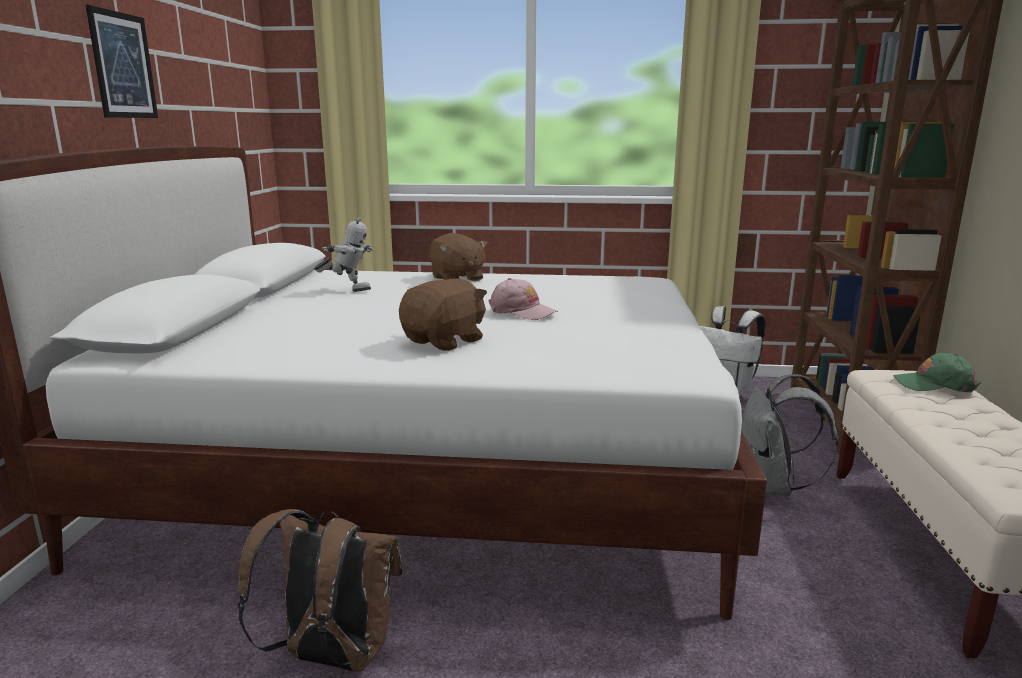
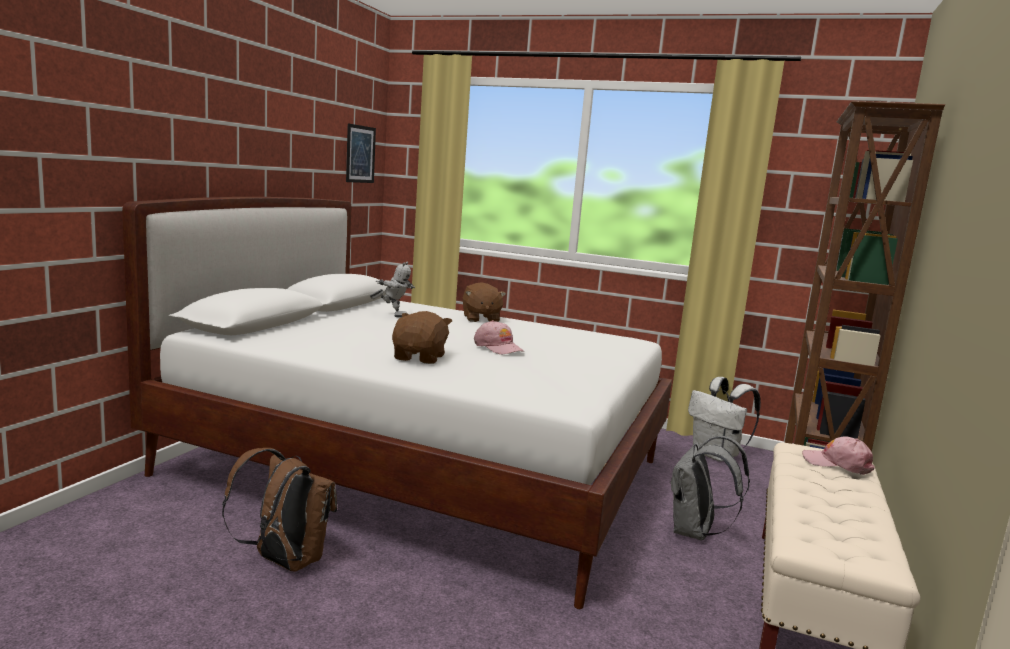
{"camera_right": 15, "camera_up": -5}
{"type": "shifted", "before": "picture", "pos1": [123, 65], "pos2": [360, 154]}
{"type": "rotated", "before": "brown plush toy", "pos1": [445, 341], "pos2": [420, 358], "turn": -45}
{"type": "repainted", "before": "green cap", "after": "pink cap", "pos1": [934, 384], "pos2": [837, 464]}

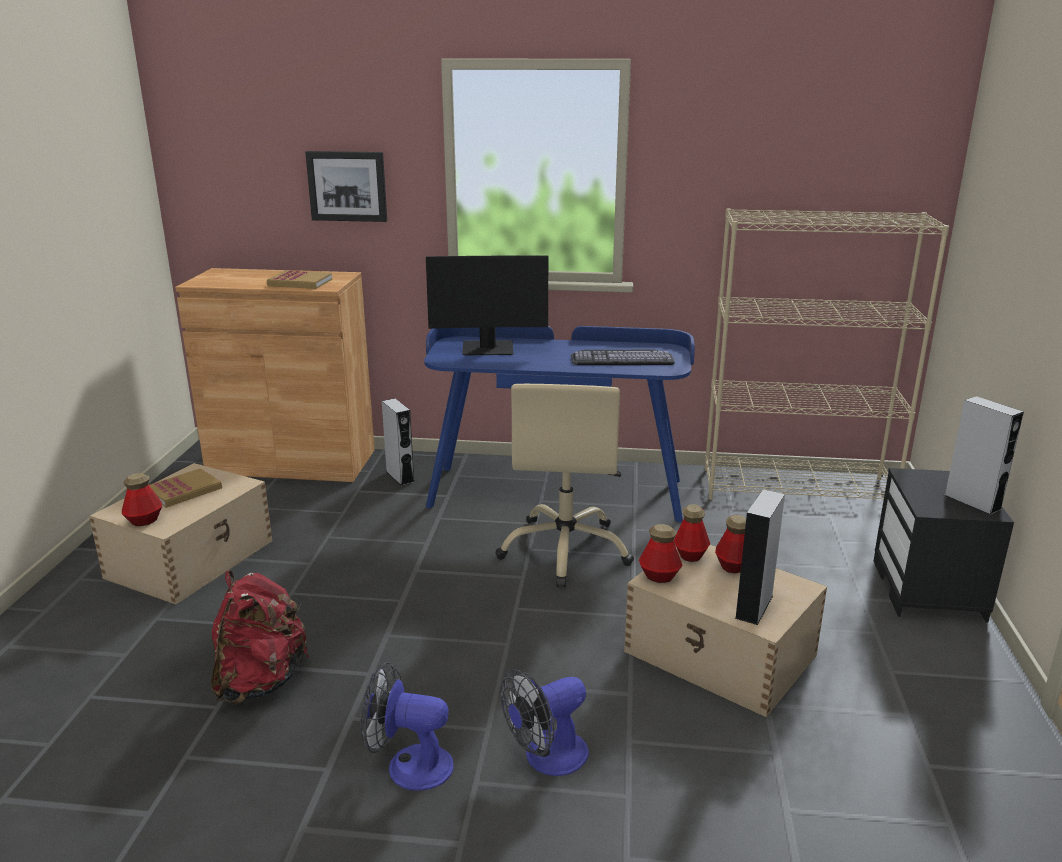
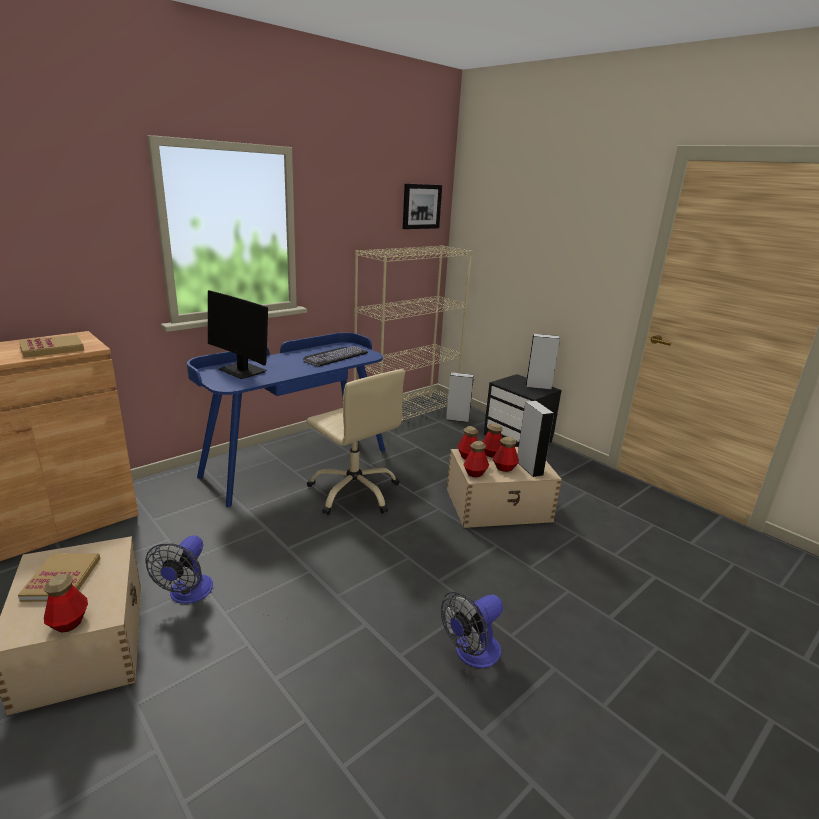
{"camera_right": -50, "camera_up": 0}
{"type": "gone", "before": "red backpack", "pos1": [260, 681]}
{"type": "shifted", "before": "picture", "pos1": [347, 186], "pos2": [421, 206]}
{"type": "shifted", "before": "grey speaker", "pos1": [400, 476], "pos2": [457, 419]}
{"type": "rotated", "before": "monitor", "pos1": [488, 349], "pos2": [242, 371], "turn": 90}
{"type": "shifted", "before": "fan", "pos1": [546, 758], "pos2": [187, 594]}
{"type": "new", "after": "bottle", "pos2": [504, 468]}

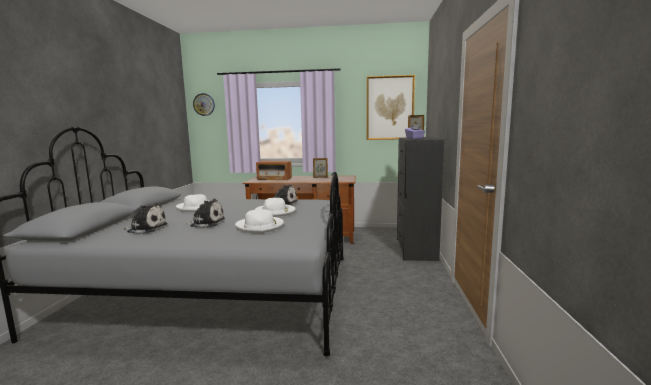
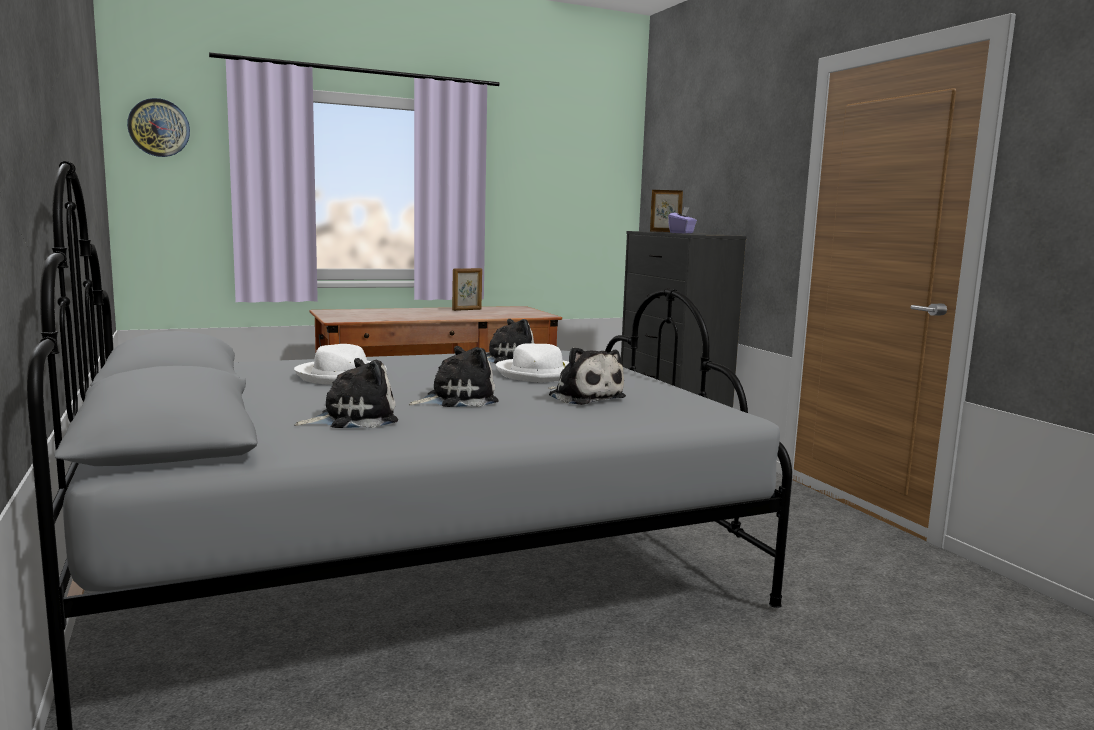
{"camera_right": -30, "camera_up": 0}
{"type": "swapped", "before": "white hat", "after": "plush toy", "pos1": [260, 227], "pos2": [584, 397]}
{"type": "gone", "before": "radio", "pos1": [274, 179]}
{"type": "gone", "before": "picture", "pos1": [390, 108]}

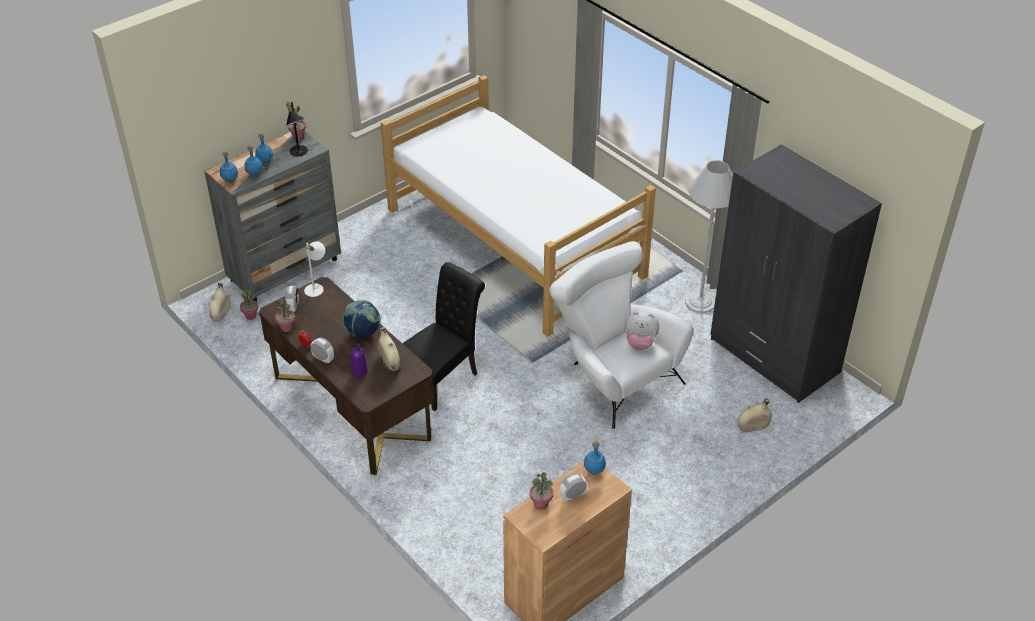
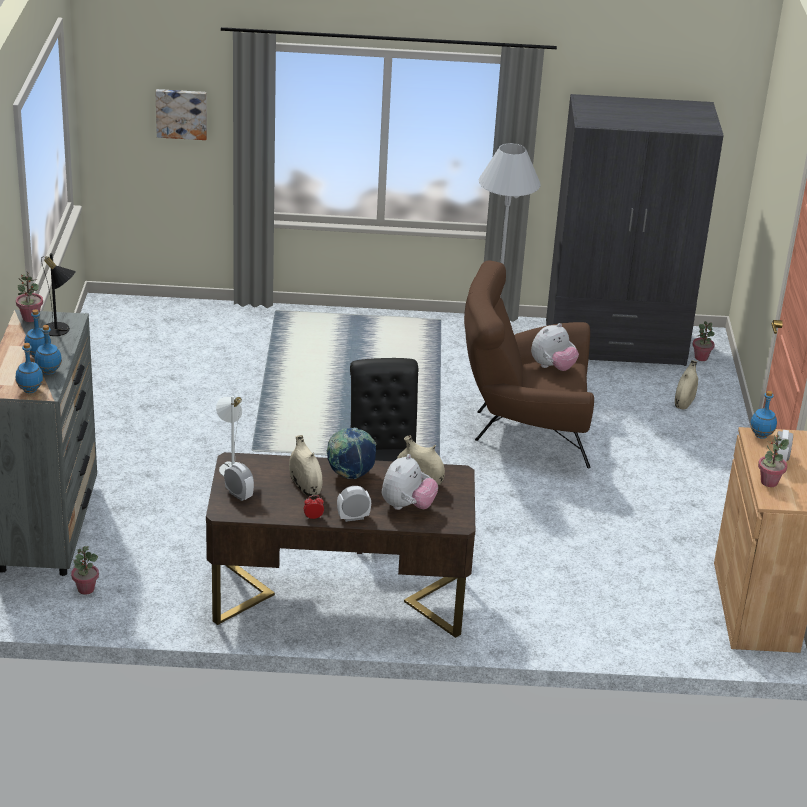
{"camera_right": -50, "camera_up": -10}
{"type": "shifted", "before": "beige vase", "pos1": [221, 313], "pos2": [305, 486]}
{"type": "shifted", "before": "potted plant", "pos1": [287, 327], "pos2": [701, 357]}
{"type": "swapped", "before": "purple bottle", "after": "plush toy", "pos1": [359, 372], "pos2": [407, 506]}
{"type": "gone", "before": "bed", "pos1": [514, 241]}
{"type": "repainted", "before": "white armchair", "after": "brown armchair", "pos1": [614, 376], "pos2": [523, 429]}
{"type": "new", "after": "picture", "pos2": [181, 113]}

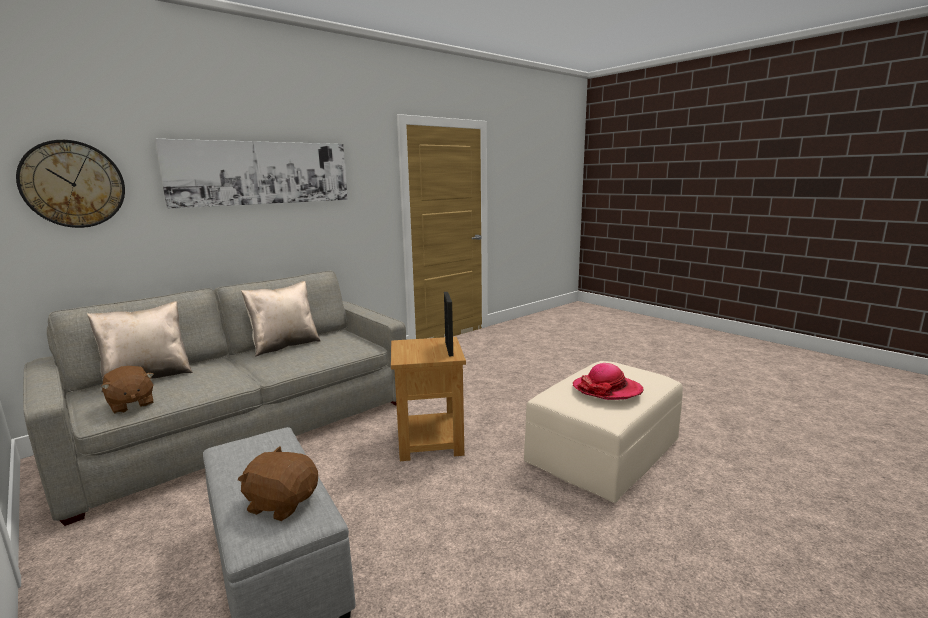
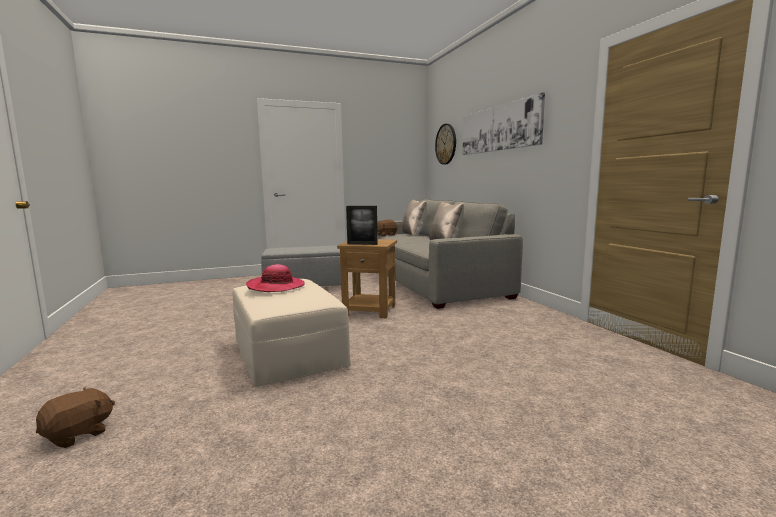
{"camera_right": 110, "camera_up": -5}
{"type": "shifted", "before": "brown plush toy", "pos1": [282, 503], "pos2": [78, 434]}

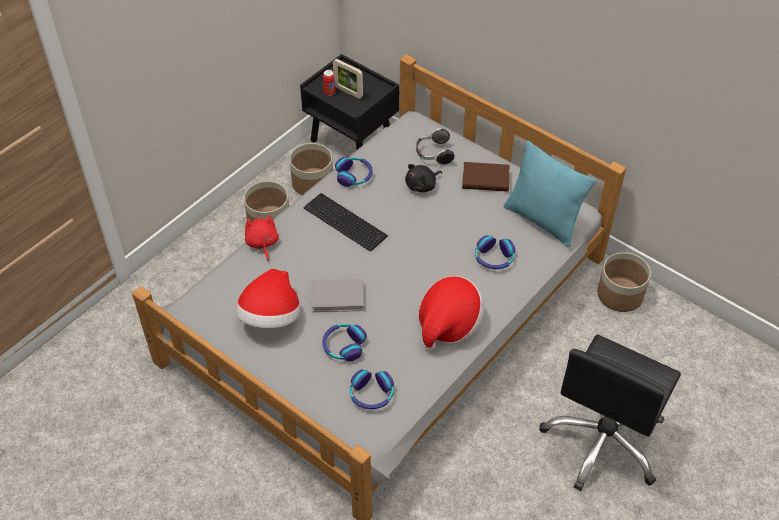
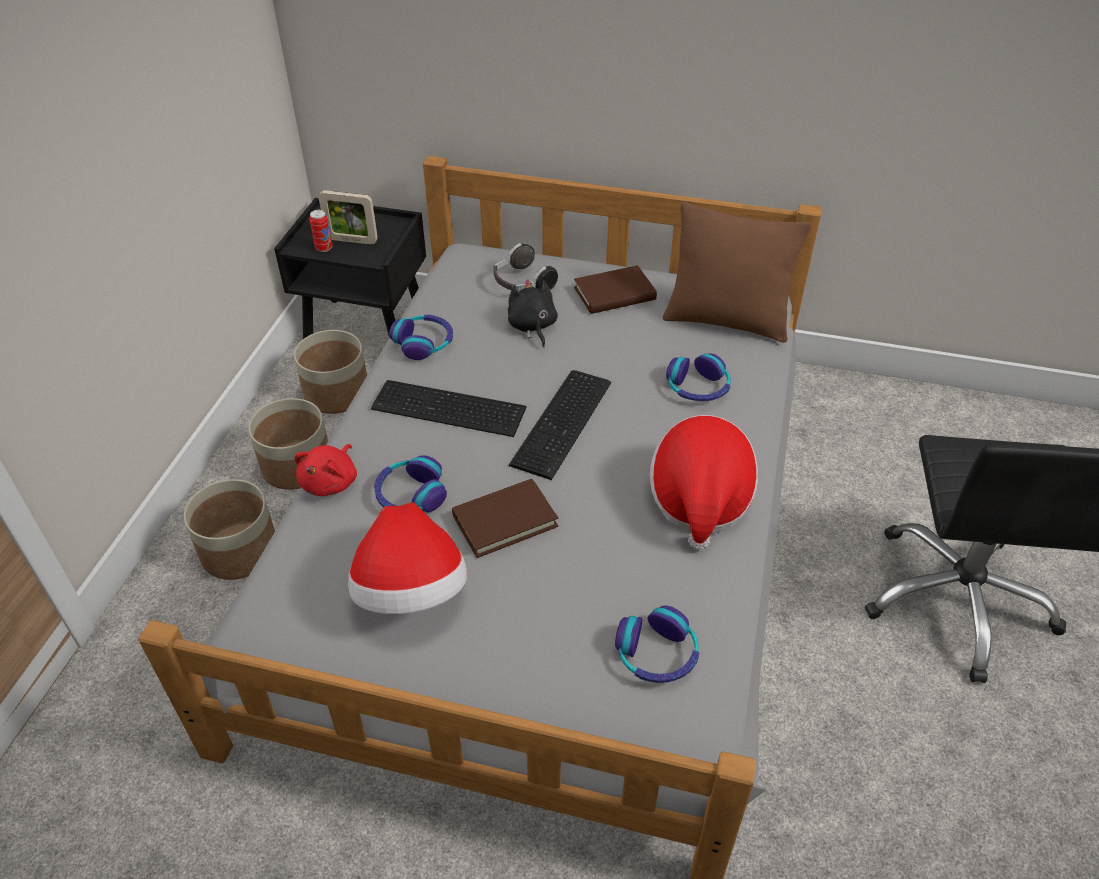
{"camera_right": -25, "camera_up": -5}
{"type": "rotated", "before": "red plush toy", "pos1": [262, 243], "pos2": [331, 482], "turn": -120}
{"type": "repainted", "before": "grey book", "after": "brown book", "pos1": [337, 297], "pos2": [505, 521]}
{"type": "shifted", "before": "headphones", "pos1": [343, 346], "pos2": [410, 494]}
{"type": "rotated", "before": "black plush toy", "pos1": [422, 185], "pos2": [532, 327], "turn": 135}
{"type": "repainted", "before": "turquoise pillow", "after": "brown pillow", "pos1": [542, 221], "pos2": [726, 321]}
{"type": "shifted", "before": "planter", "pos1": [620, 295], "pos2": [240, 551]}
{"type": "new", "after": "keyboard", "pos2": [565, 422]}

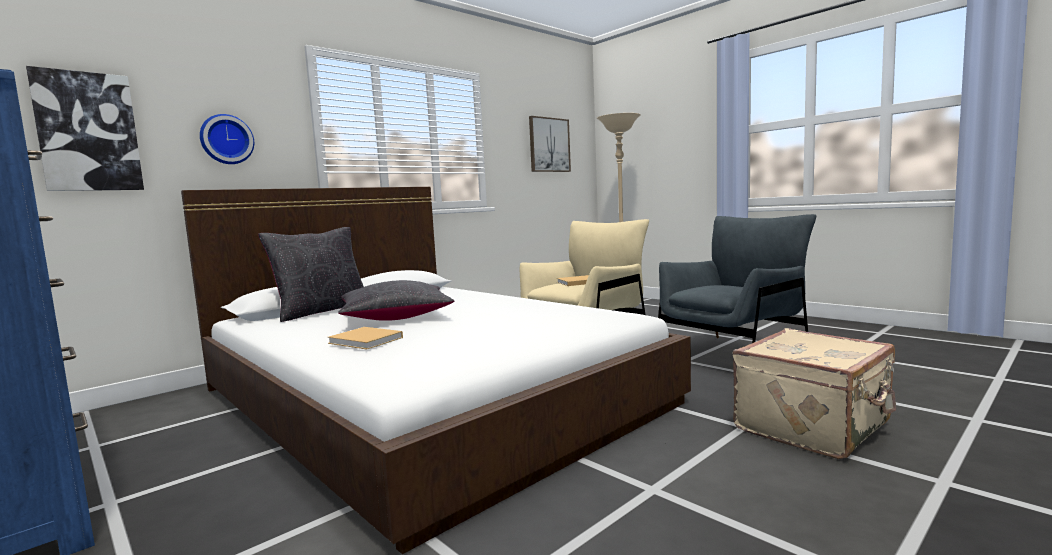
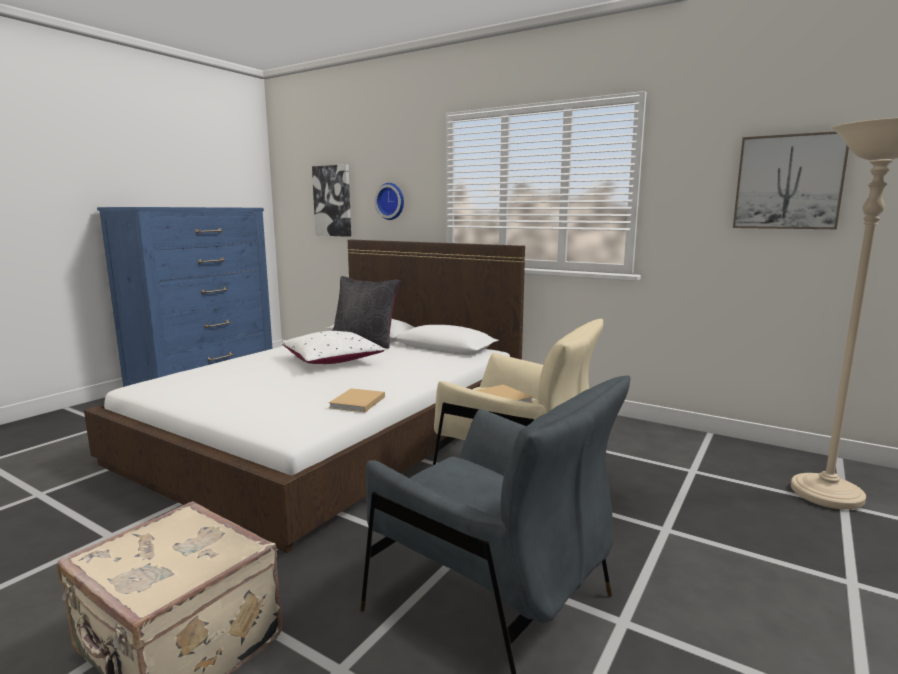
{"camera_right": 75, "camera_up": 5}
{"type": "shifted", "before": "beige book", "pos1": [367, 340], "pos2": [356, 403]}
{"type": "repainted", "before": "black pillow", "after": "white pillow", "pos1": [396, 317], "pos2": [332, 361]}

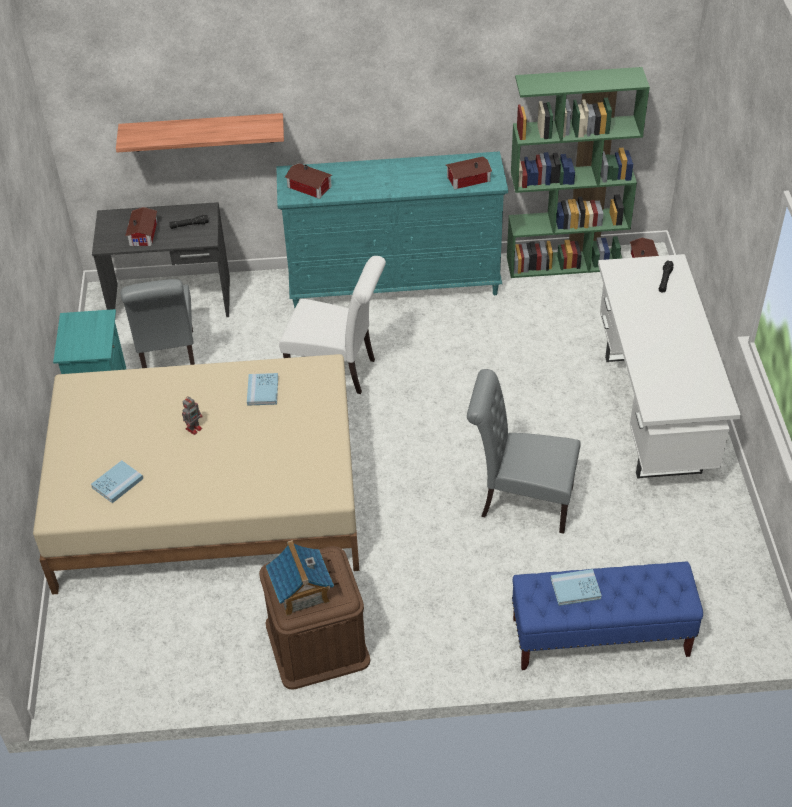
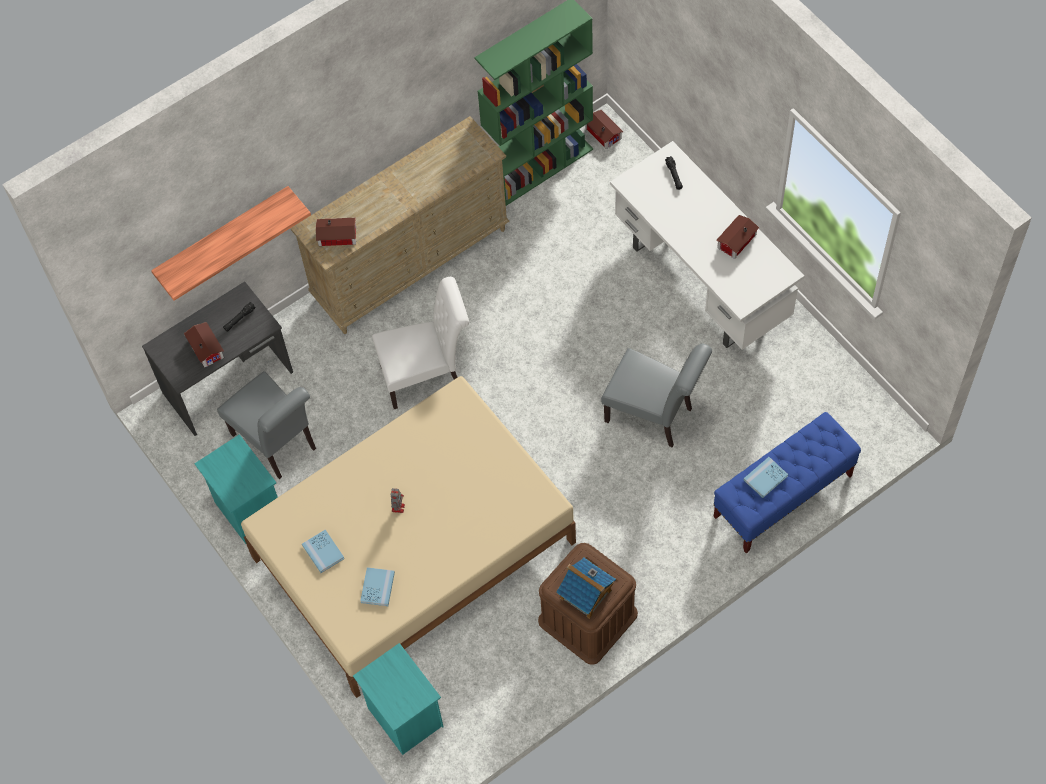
{"camera_right": -30, "camera_up": 15}
{"type": "shifted", "before": "blue book", "pos1": [262, 390], "pos2": [323, 552]}
{"type": "repainted", "before": "turquoise dresser", "after": "beige dresser", "pos1": [395, 284], "pos2": [411, 263]}
{"type": "shifted", "before": "toy house", "pos1": [467, 178], "pos2": [735, 241]}
{"type": "rotated", "before": "grey chair", "pos1": [520, 501], "pos2": [654, 416], "turn": -135}
{"type": "new", "after": "turquoise nightstand", "pos2": [404, 718]}

